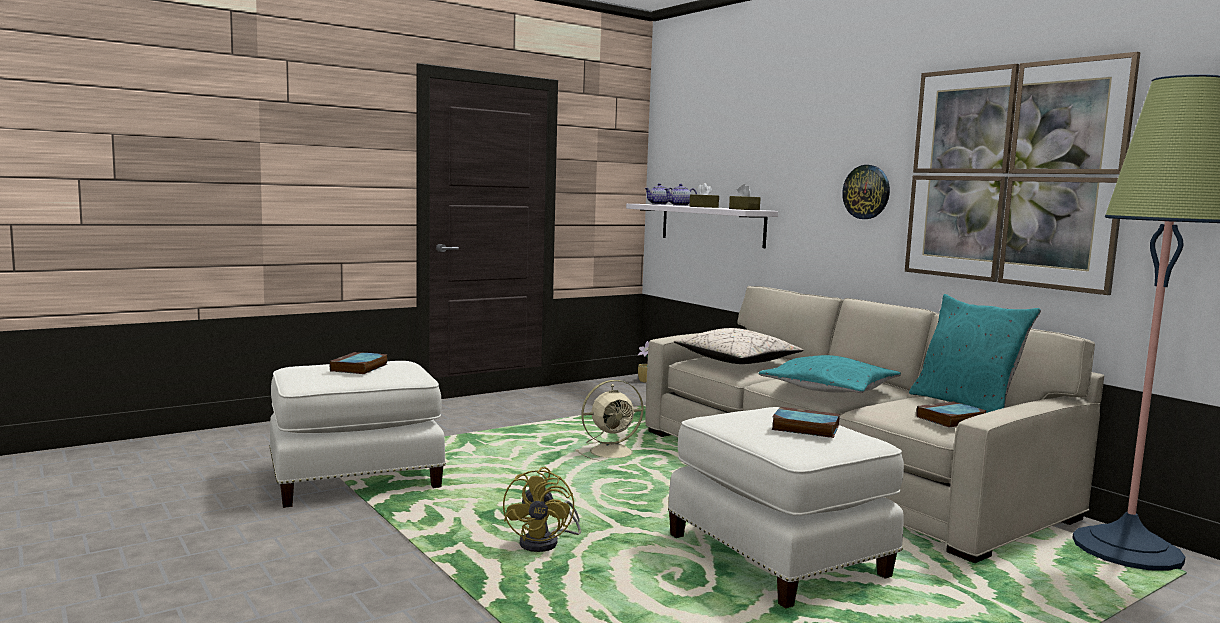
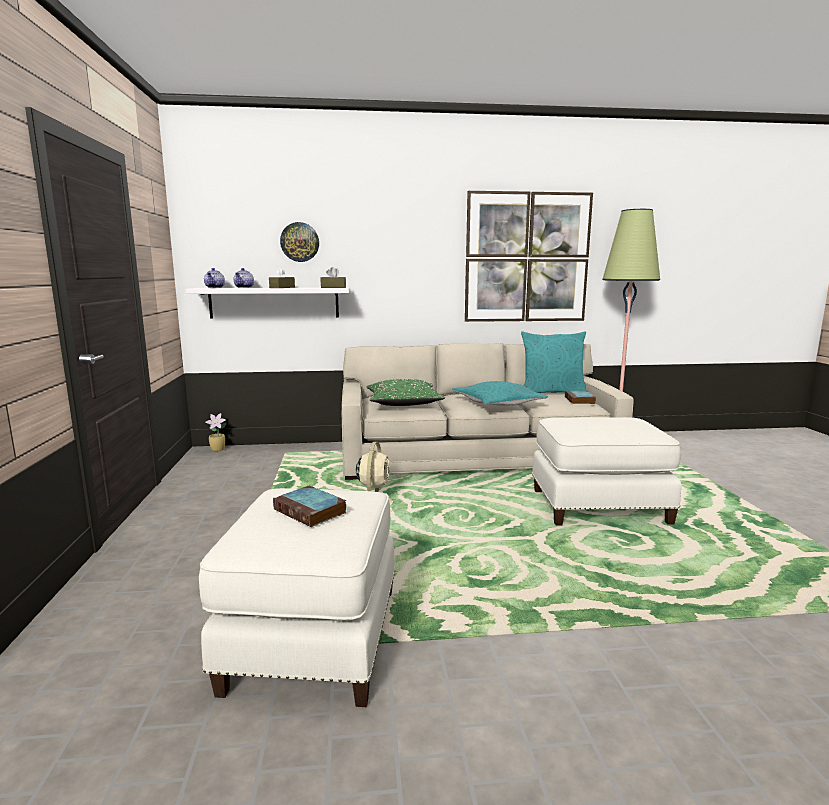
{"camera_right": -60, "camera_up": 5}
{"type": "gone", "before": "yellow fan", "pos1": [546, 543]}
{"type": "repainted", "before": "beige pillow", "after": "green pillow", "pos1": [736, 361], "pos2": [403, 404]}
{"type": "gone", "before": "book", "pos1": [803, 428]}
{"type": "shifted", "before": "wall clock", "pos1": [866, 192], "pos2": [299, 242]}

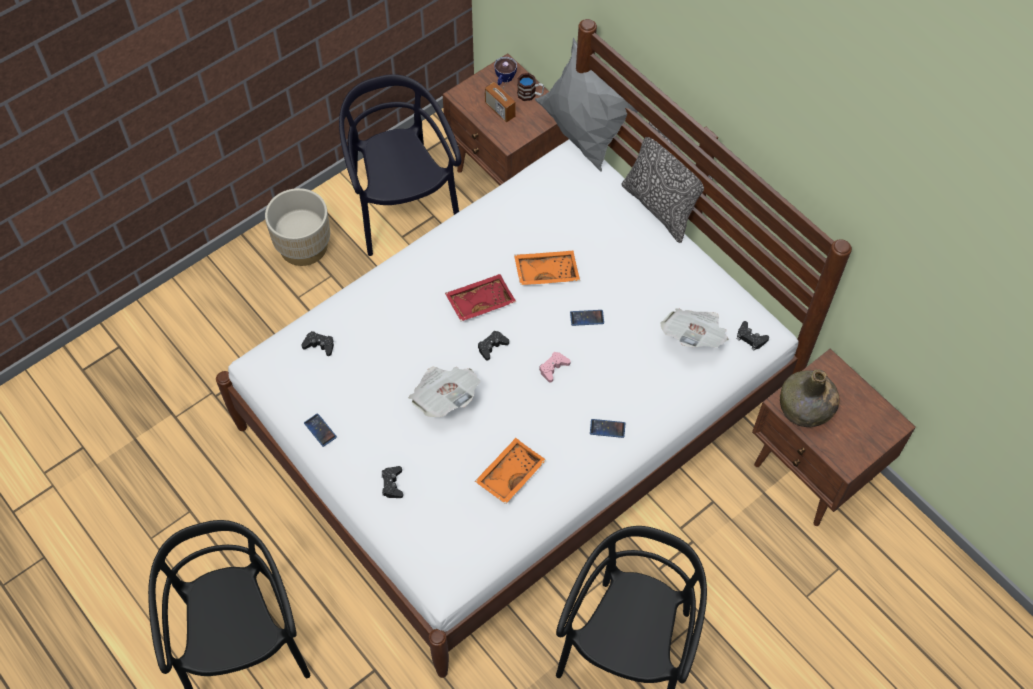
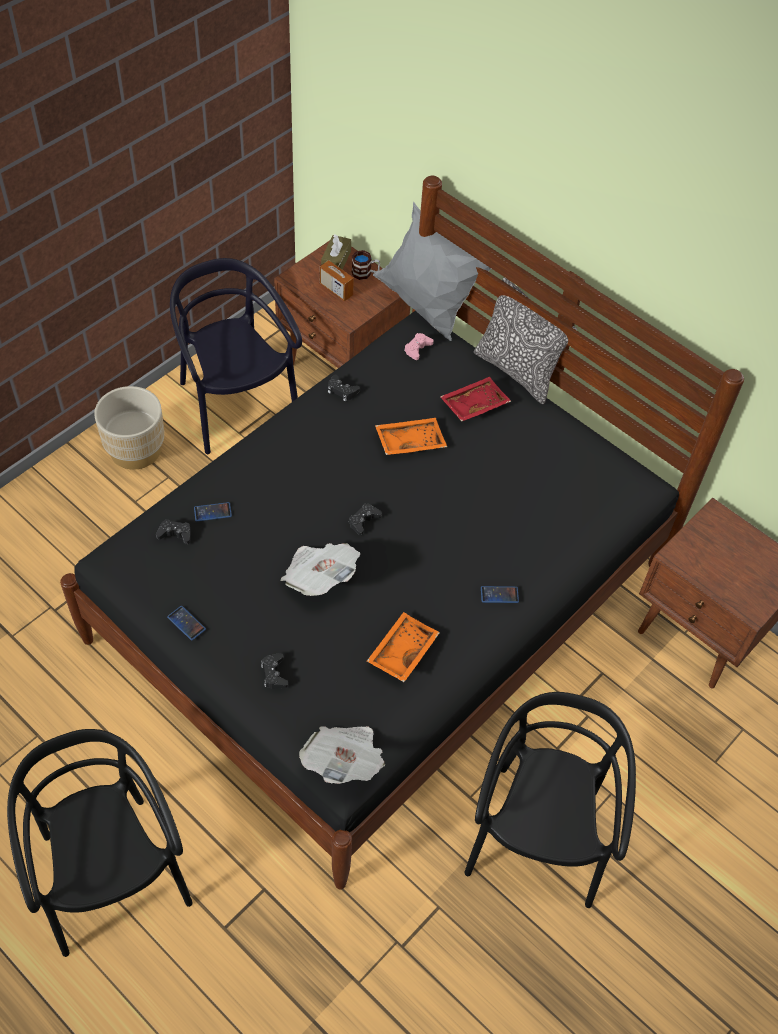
{"camera_right": -10, "camera_up": -5}
{"type": "repainted", "before": "white bed", "after": "black bed", "pos1": [515, 414], "pos2": [381, 602]}
{"type": "shifted", "before": "red tray", "pos1": [480, 301], "pos2": [473, 404]}
{"type": "swapped", "before": "cup", "after": "brown tissue box", "pos1": [504, 79], "pos2": [336, 260]}
{"type": "shifted", "before": "pink game controller", "pos1": [553, 368], "pos2": [417, 349]}
{"type": "shifted", "before": "phone", "pos1": [587, 318], "pos2": [212, 512]}
{"type": "shifted", "before": "newspaper", "pos1": [694, 337], "pos2": [344, 761]}
{"type": "shifted", "before": "black game controller", "pos1": [750, 338], "pos2": [342, 390]}
{"type": "gone", "before": "green bottle", "pos1": [805, 408]}

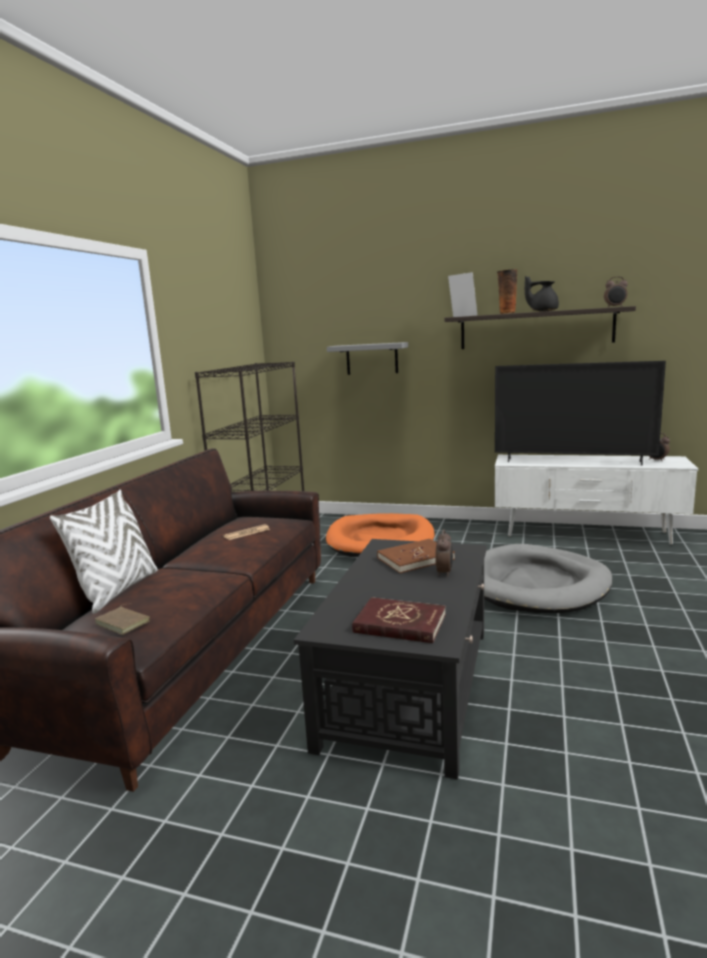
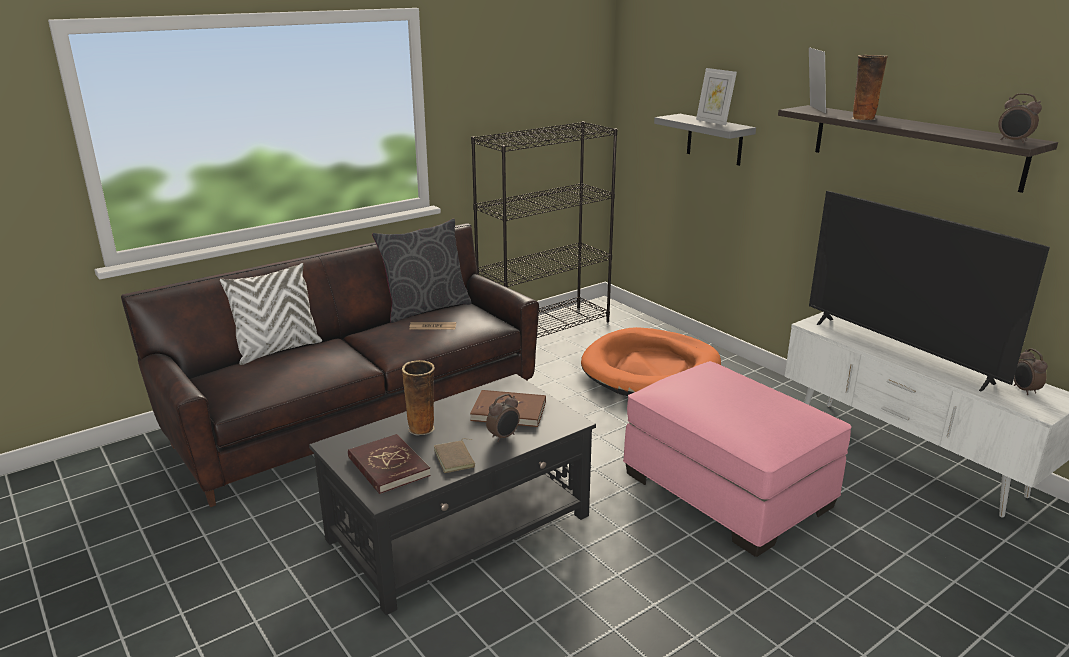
{"camera_right": 35, "camera_up": 10}
{"type": "shifted", "before": "brown book", "pos1": [124, 622], "pos2": [456, 459]}
{"type": "swapped", "before": "grey dog bed", "after": "pink ottoman", "pos1": [536, 585], "pos2": [728, 490]}
{"type": "gone", "before": "black teapot", "pos1": [542, 311]}
{"type": "new", "after": "grey pillow", "pos2": [425, 308]}
{"type": "new", "after": "vase", "pos2": [422, 428]}
{"type": "new", "after": "picture frame", "pos2": [713, 122]}

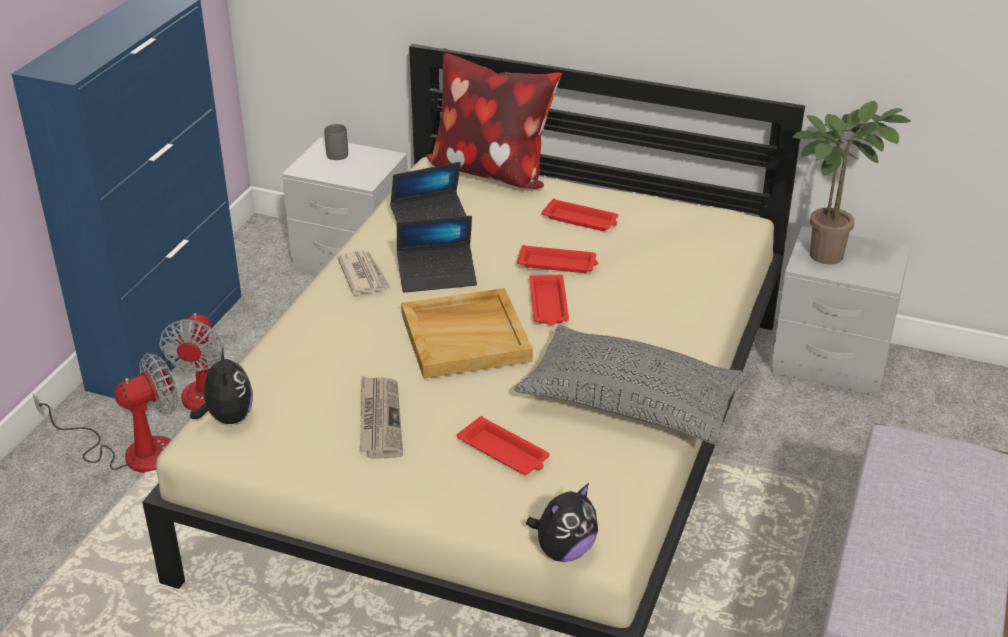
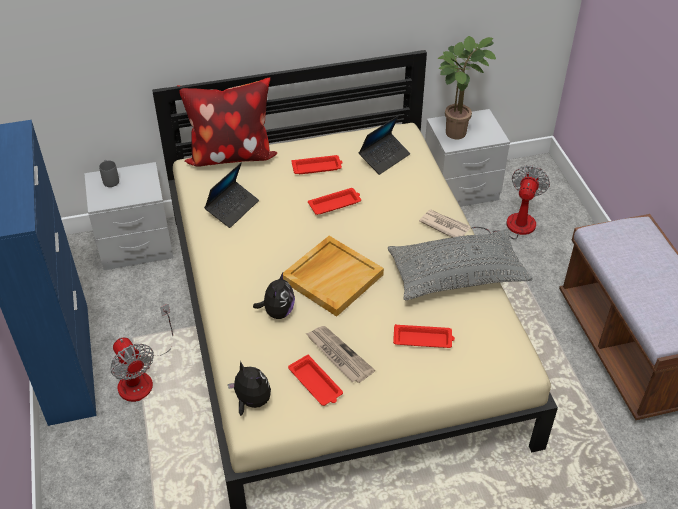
{"camera_right": -35, "camera_up": 10}
{"type": "shifted", "before": "fan", "pos1": [133, 451], "pos2": [510, 227]}
{"type": "shifted", "before": "newspaper", "pos1": [363, 275], "pos2": [444, 225]}
{"type": "shifted", "before": "laptop", "pos1": [437, 276], "pos2": [384, 157]}
{"type": "shifted", "before": "plush toy", "pos1": [564, 550], "pos2": [277, 312]}
{"type": "shifted", "before": "red tray", "pos1": [548, 305], "pos2": [316, 384]}

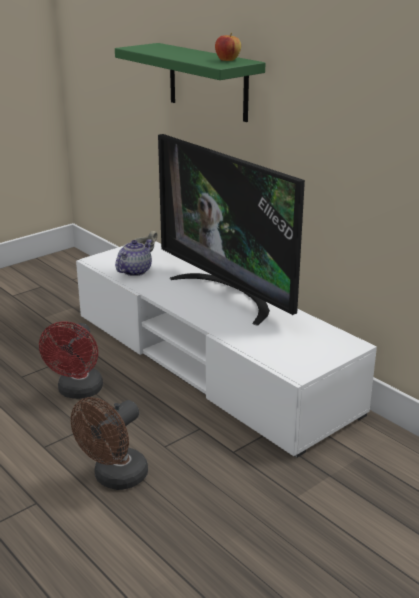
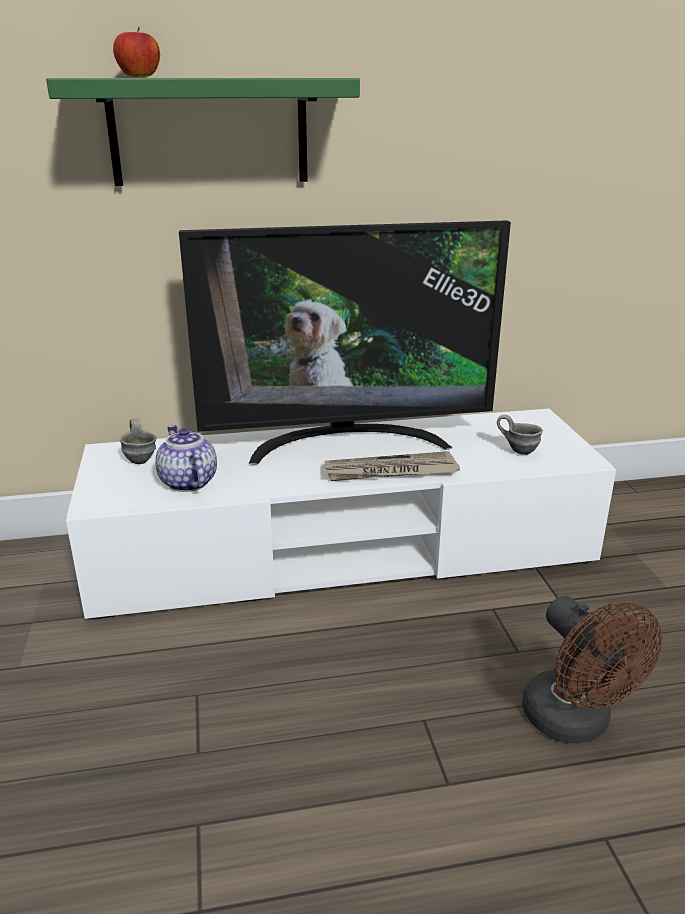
{"camera_right": -60, "camera_up": 0}
{"type": "gone", "before": "red fan", "pos1": [78, 392]}
{"type": "shifted", "before": "apple", "pos1": [227, 60], "pos2": [139, 77]}
{"type": "new", "after": "newspaper", "pos2": [390, 471]}
{"type": "new", "after": "grey mug", "pos2": [519, 450]}

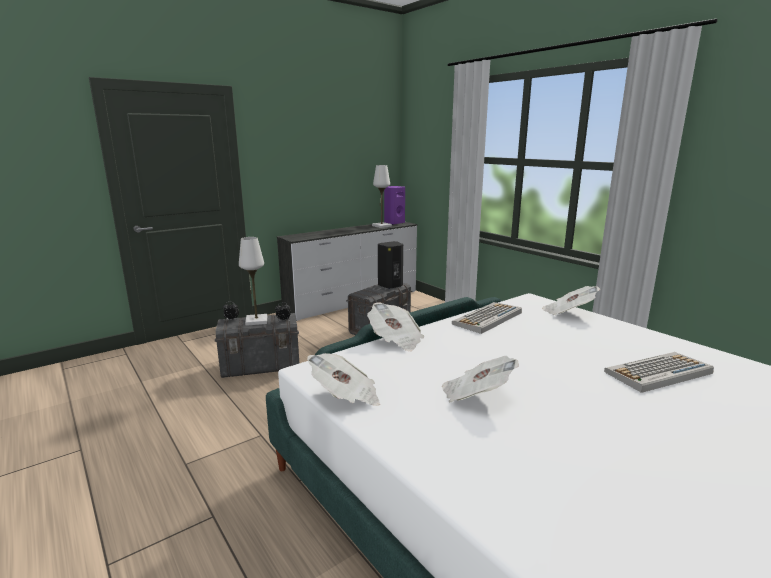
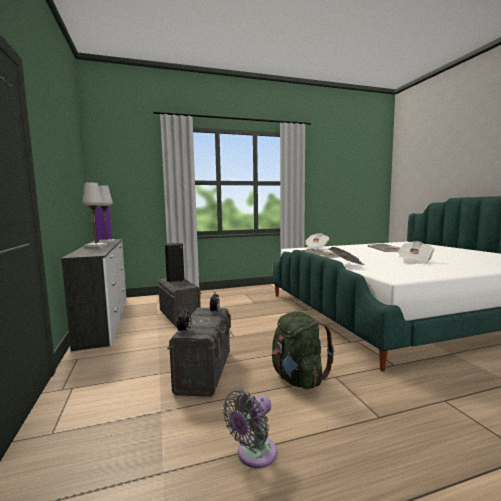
{"camera_right": -70, "camera_up": -10}
{"type": "shifted", "before": "white table lamp", "pos1": [256, 321], "pos2": [96, 246]}
{"type": "gone", "before": "newspaper", "pos1": [346, 396]}
{"type": "new", "after": "grey fan", "pos2": [254, 454]}
{"type": "new", "after": "green backpack", "pos2": [298, 378]}

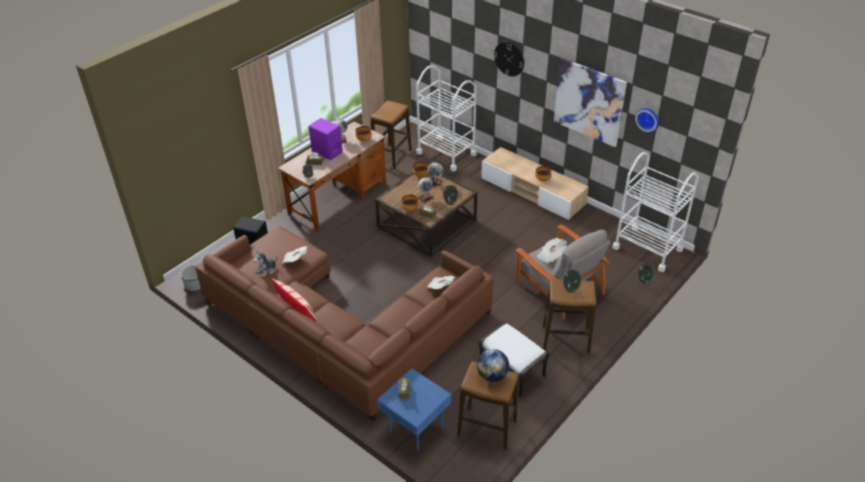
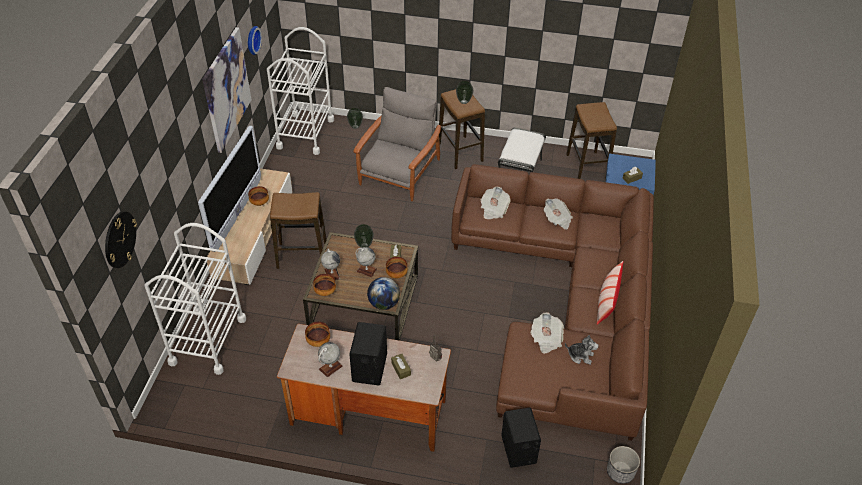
{"camera_right": -120, "camera_up": 5}
{"type": "repainted", "before": "purple speaker", "after": "black speaker", "pos1": [327, 152], "pos2": [369, 368]}
{"type": "shifted", "before": "stool", "pos1": [392, 156], "pos2": [302, 256]}
{"type": "shifted", "before": "globe", "pos1": [492, 375], "pos2": [384, 304]}
{"type": "shifted", "before": "wall clock", "pos1": [509, 58], "pos2": [119, 239]}
{"type": "shifted", "before": "newspaper", "pos1": [551, 256], "pos2": [557, 219]}
{"type": "new", "after": "television", "pos2": [237, 214]}

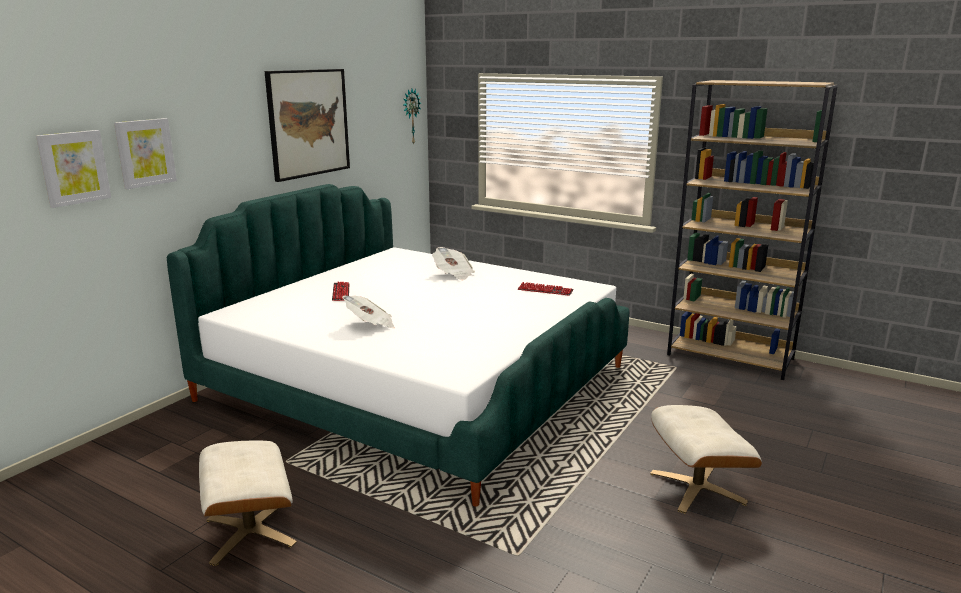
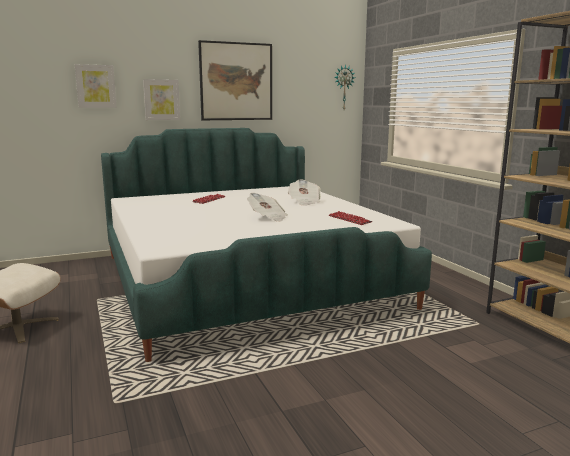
{"camera_right": 35, "camera_up": -5}
{"type": "shifted", "before": "picture", "pos1": [74, 167], "pos2": [161, 99]}
{"type": "shifted", "before": "newspaper", "pos1": [370, 324], "pos2": [267, 218]}
{"type": "gone", "before": "beige ottoman", "pos1": [696, 487]}

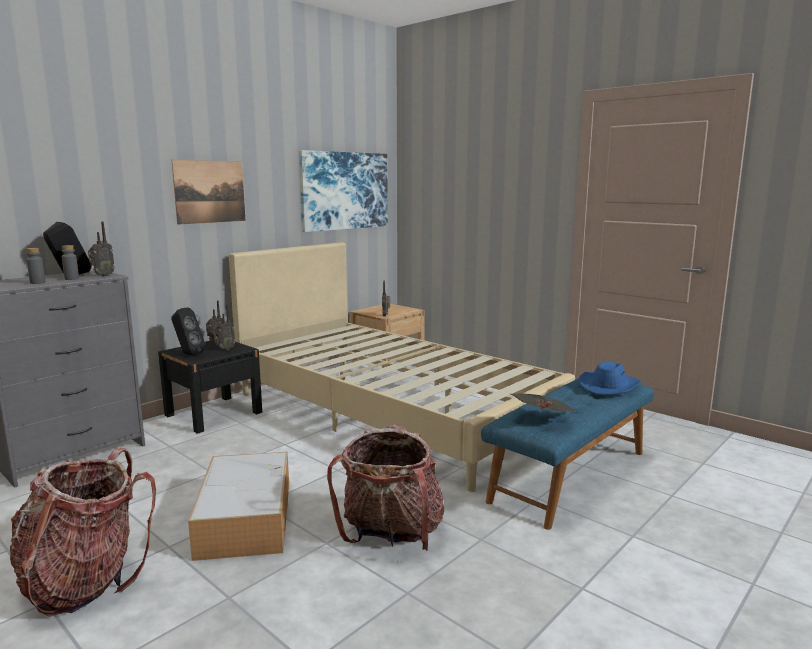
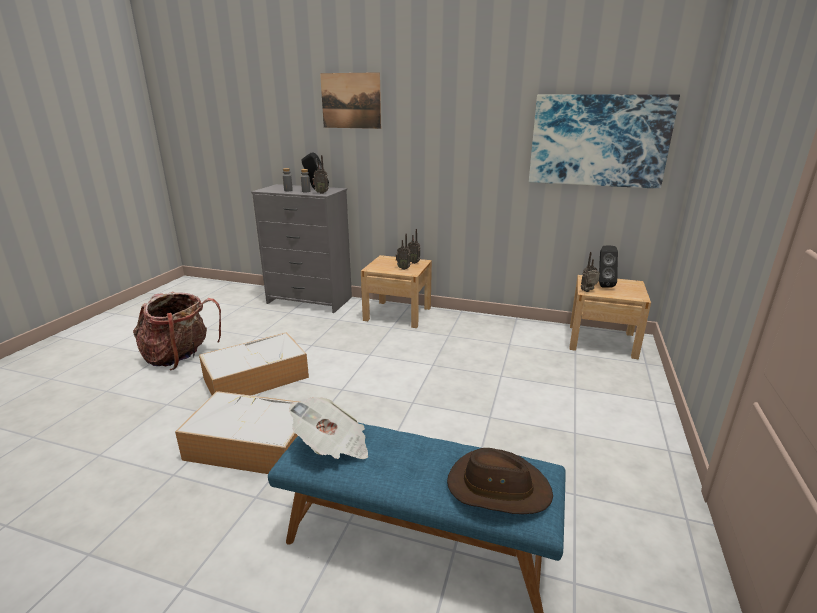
{"camera_right": 65, "camera_up": 10}
{"type": "repainted", "before": "black nightstand", "after": "beige nightstand", "pos1": [213, 414], "pos2": [397, 314]}
{"type": "shifted", "before": "black speaker", "pos1": [188, 354], "pos2": [602, 285]}
{"type": "shifted", "before": "picture", "pos1": [210, 191], "pos2": [351, 101]}
{"type": "gone", "before": "beige bed", "pos1": [390, 412]}
{"type": "swapped", "before": "backpack", "after": "storage box", "pos1": [391, 535], "pos2": [250, 445]}
{"type": "repainted", "before": "blue hat", "after": "brown hat", "pos1": [609, 386], "pos2": [497, 487]}

